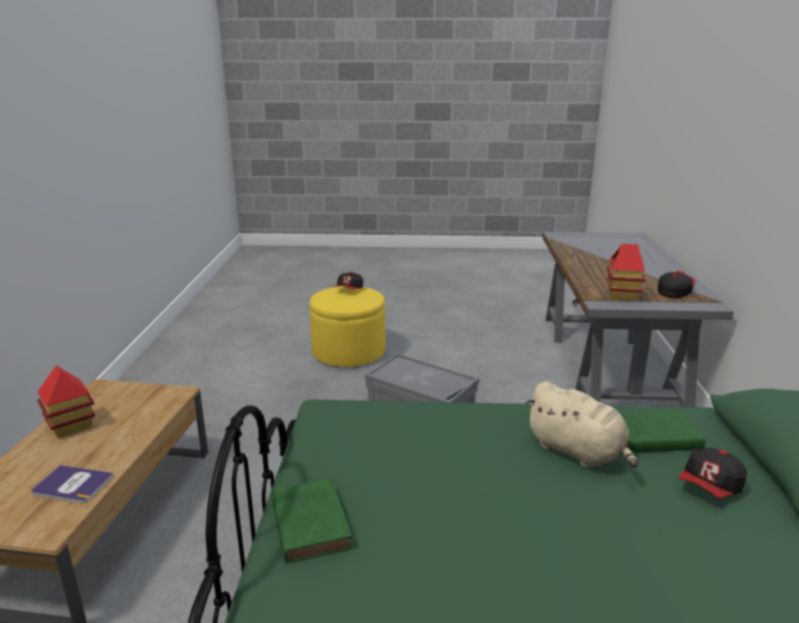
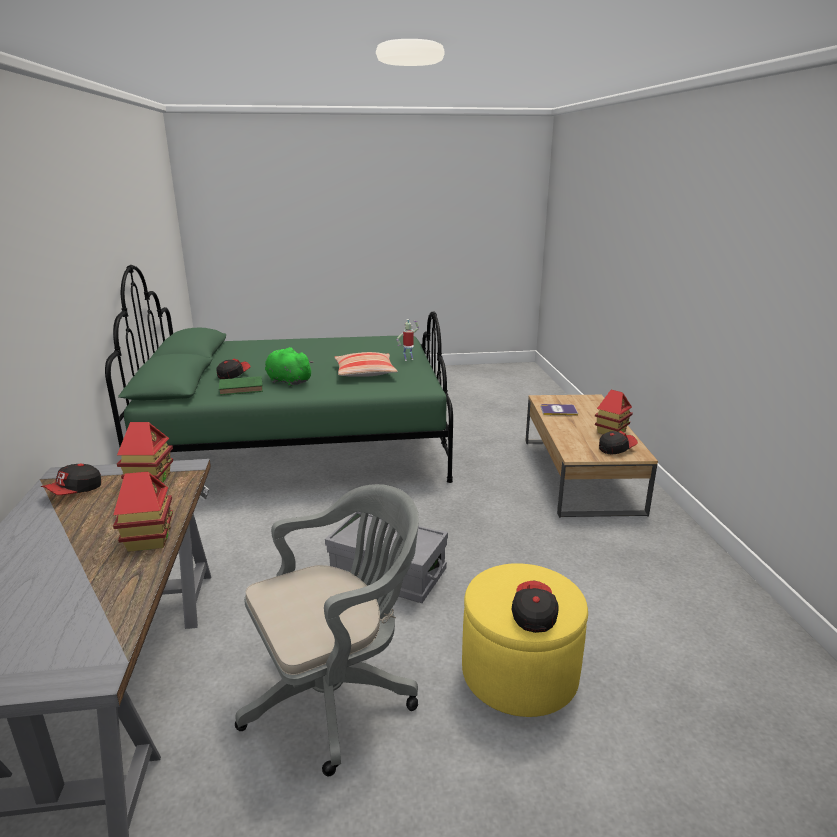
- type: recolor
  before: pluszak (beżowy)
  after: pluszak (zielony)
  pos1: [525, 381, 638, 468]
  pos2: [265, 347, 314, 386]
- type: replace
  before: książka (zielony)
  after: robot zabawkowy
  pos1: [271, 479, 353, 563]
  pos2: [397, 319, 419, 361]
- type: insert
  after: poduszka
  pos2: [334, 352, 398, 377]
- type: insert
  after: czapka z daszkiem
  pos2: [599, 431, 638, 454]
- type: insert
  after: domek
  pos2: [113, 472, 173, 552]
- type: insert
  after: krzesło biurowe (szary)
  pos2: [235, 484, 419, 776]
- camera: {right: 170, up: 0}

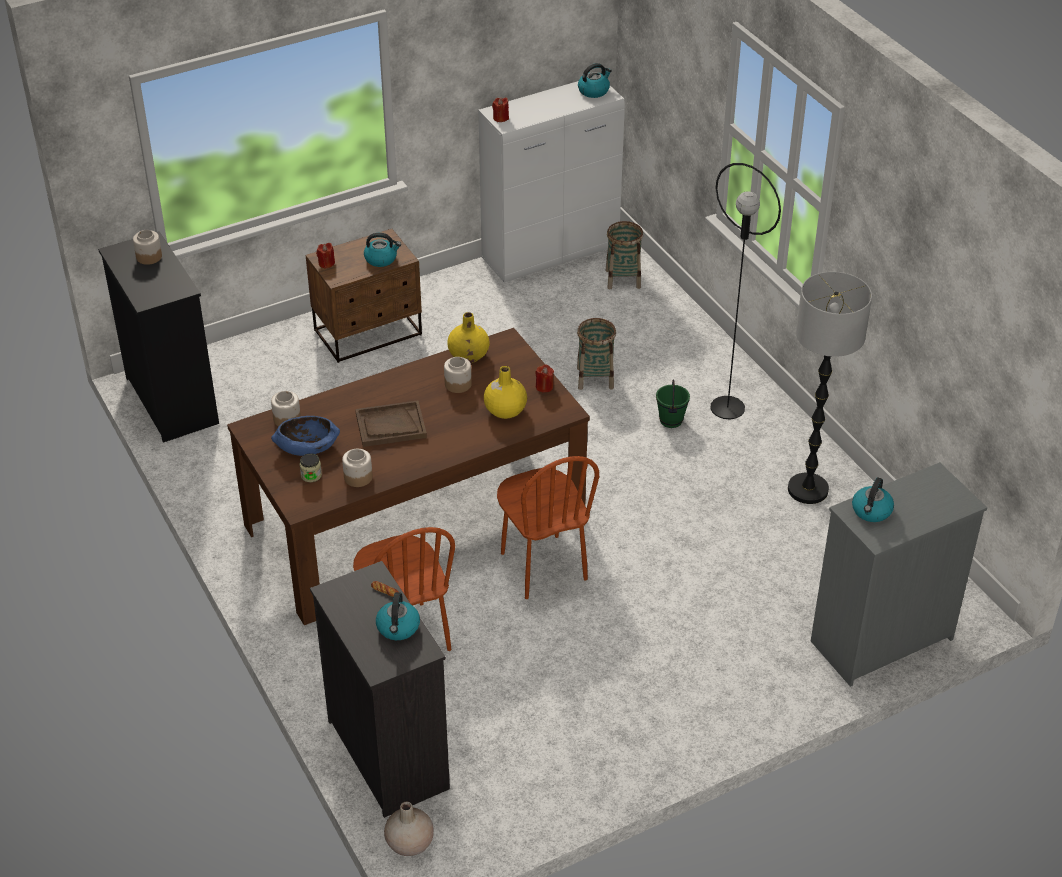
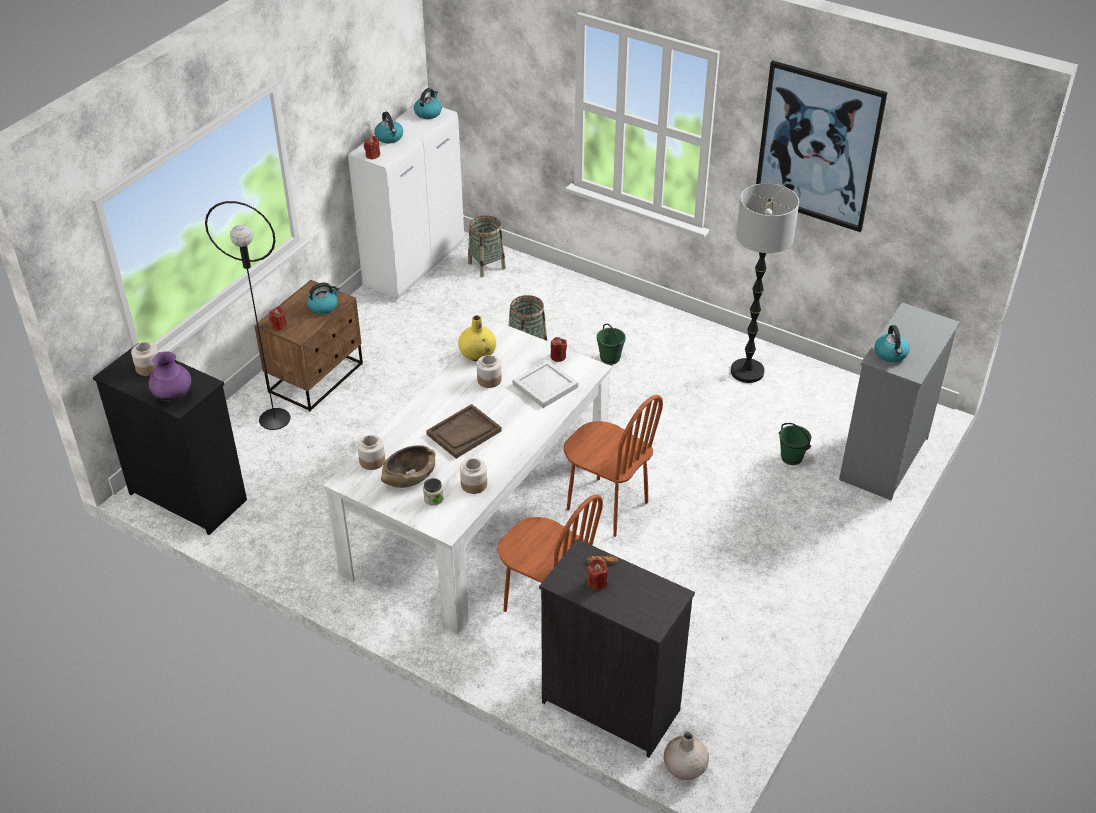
- type: move
  before: lampa stojąca (czarny)
  pos1: [710, 163, 781, 420]
  pos2: [205, 201, 291, 430]
- type: recolor
  before: stół jadalny (brązowy)
  after: stół jadalny (biały)
  pos1: [227, 328, 590, 625]
  pos2: [324, 320, 612, 635]
- type: replace
  before: wazon (żółty)
  after: taca (biały)
  pos1: [484, 366, 527, 419]
  pos2: [513, 360, 578, 408]
- type: recolor
  before: miska (niebieski)
  after: miska (brązowy)
  pos1: [271, 416, 340, 456]
  pos2: [381, 445, 436, 488]
- type: move
  before: czajnik
  pos1: [376, 592, 420, 640]
  pos2: [374, 112, 403, 143]
- type: insert
  after: obraz
  pos2: [756, 60, 888, 232]
- type: insert
  after: wazon (fioletowy)
  pos2: [148, 351, 191, 402]
- type: insert
  after: wiadro (zielony)
  pos2: [779, 423, 811, 465]
- type: insert
  after: świeca (czerwony)
  pos2: [587, 559, 608, 590]
- camera: {right: -30, up: 0}

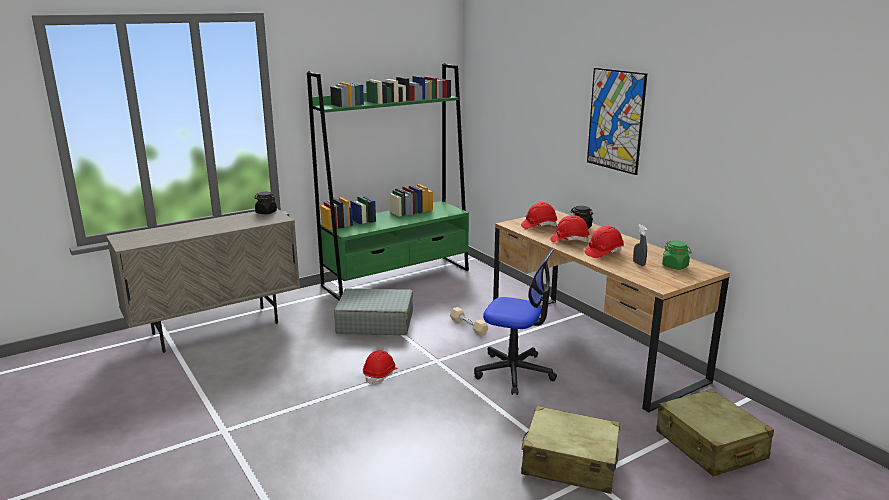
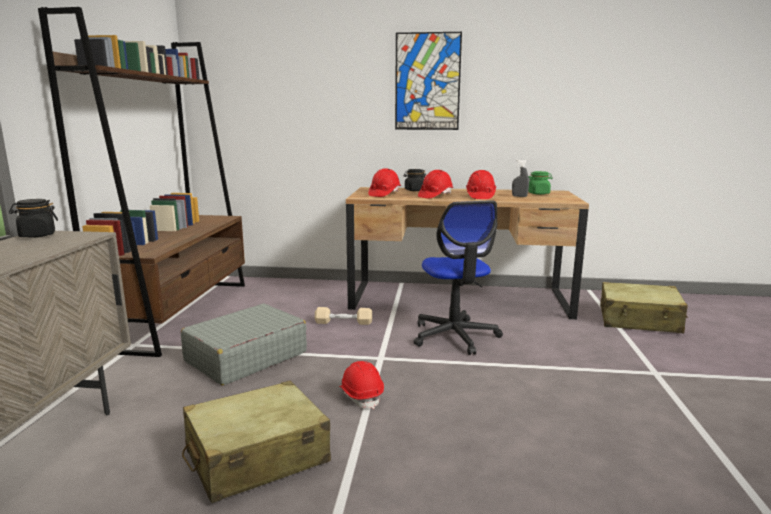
- type: recolor
  before: regał (zielony)
  after: regał (brązowy)
  pos1: [307, 64, 469, 300]
  pos2: [38, 7, 245, 357]
- type: rotate
  before: krzesło biurowe
  pos1: [474, 248, 557, 395]
  pos2: [414, 200, 503, 355]
  turn: 105
- type: move
  before: walizka (beżowy)
  pos1: [521, 406, 620, 494]
  pos2: [182, 381, 331, 503]
- camera: {right: -50, up: -5}

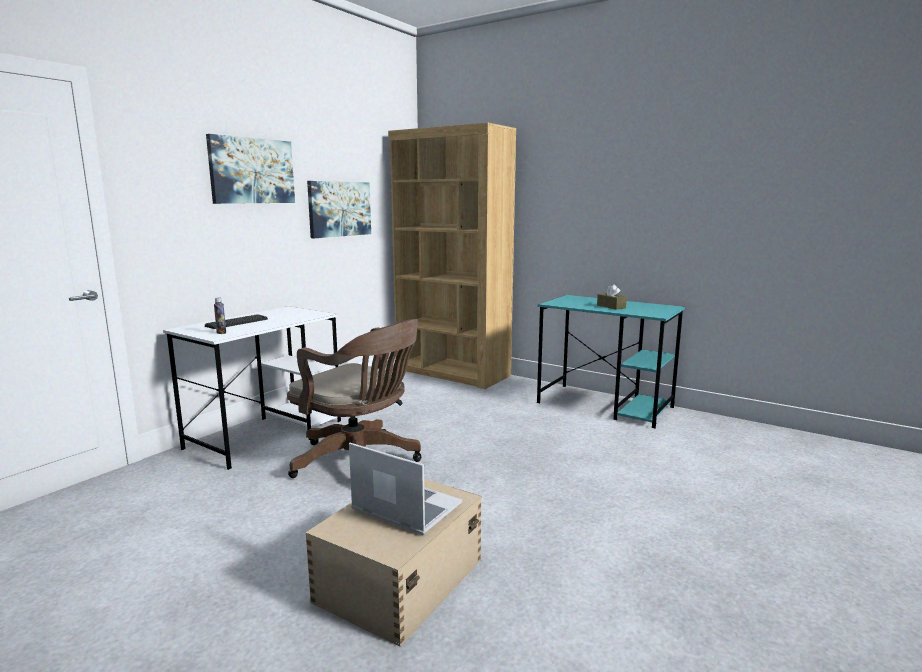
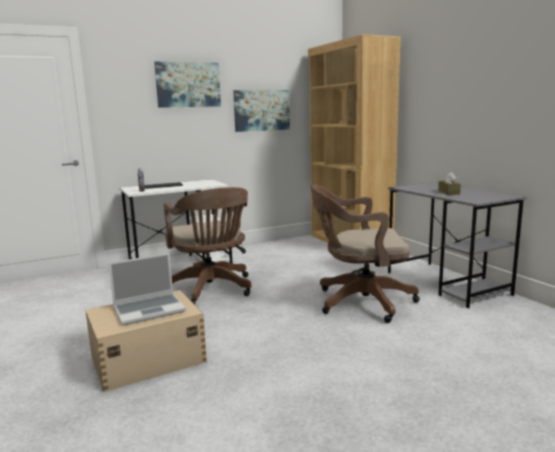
- type: recolor
  before: biurko (turkusowy)
  after: biurko (szary)
  pos1: [537, 295, 685, 428]
  pos2: [388, 182, 527, 309]
- type: rotate
  before: laptop
  pos1: [349, 443, 462, 535]
  pos2: [108, 253, 186, 325]
  turn: 90
- type: insert
  after: krzesło biurowe (brązowy)
  pos2: [310, 185, 420, 323]
- camera: {right: 30, up: 0}

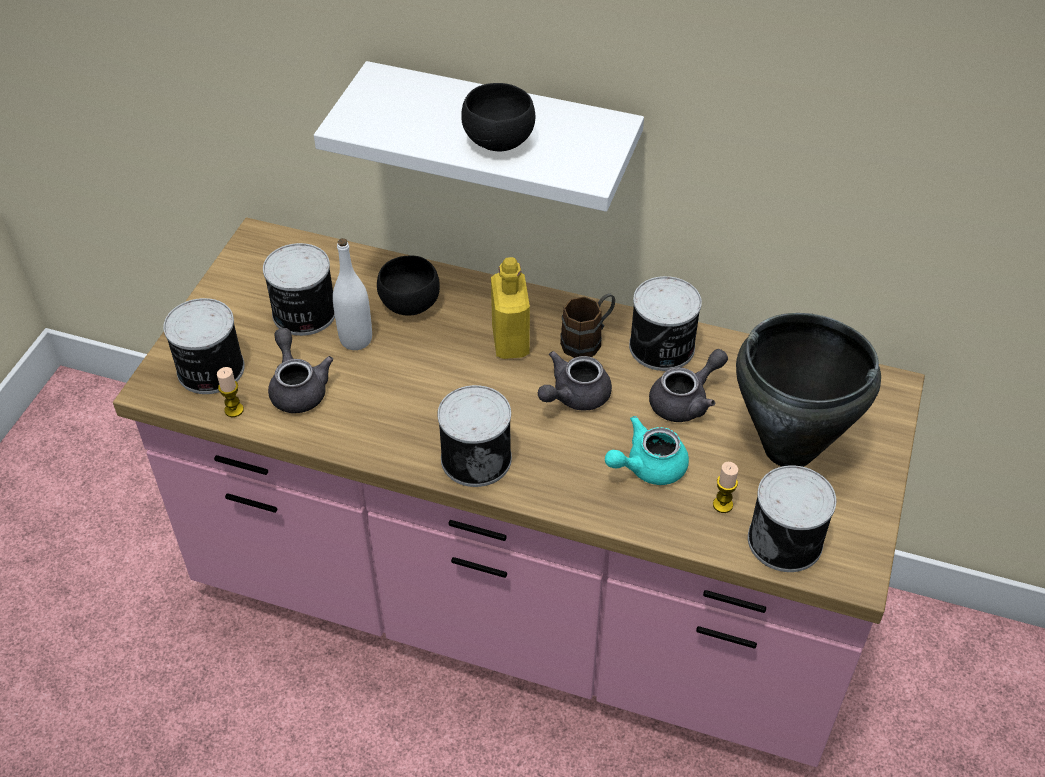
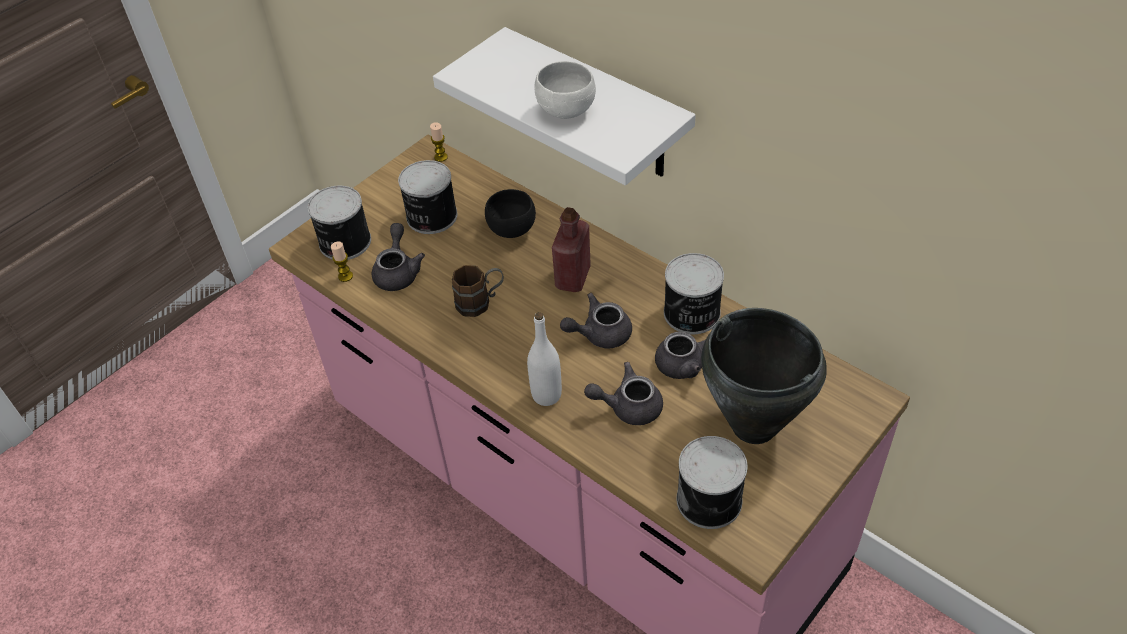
- type: recolor
  before: miska (czarny)
  after: miska (biały)
  pos1: [461, 83, 535, 151]
  pos2: [534, 61, 596, 119]
- type: move
  before: butelka (biały)
  pos1: [333, 238, 372, 350]
  pos2: [527, 312, 562, 406]
- type: recolor
  before: butelka (żółty)
  after: butelka (czerwony)
  pos1: [491, 257, 530, 359]
  pos2: [552, 207, 591, 292]
- type: move
  before: kubek (brązowy)
  pos1: [560, 293, 615, 358]
  pos2: [452, 265, 504, 317]
- type: delete
  before: puszka
  pos1: [437, 385, 512, 487]
- type: recolor
  before: imbryk (turkusowy)
  after: imbryk (szary)
  pos1: [605, 416, 689, 485]
  pos2: [584, 362, 663, 425]
- type: move
  before: świeca
  pos1: [713, 462, 738, 513]
  pos2: [430, 122, 448, 162]
- camera: {right: 25, up: 0}

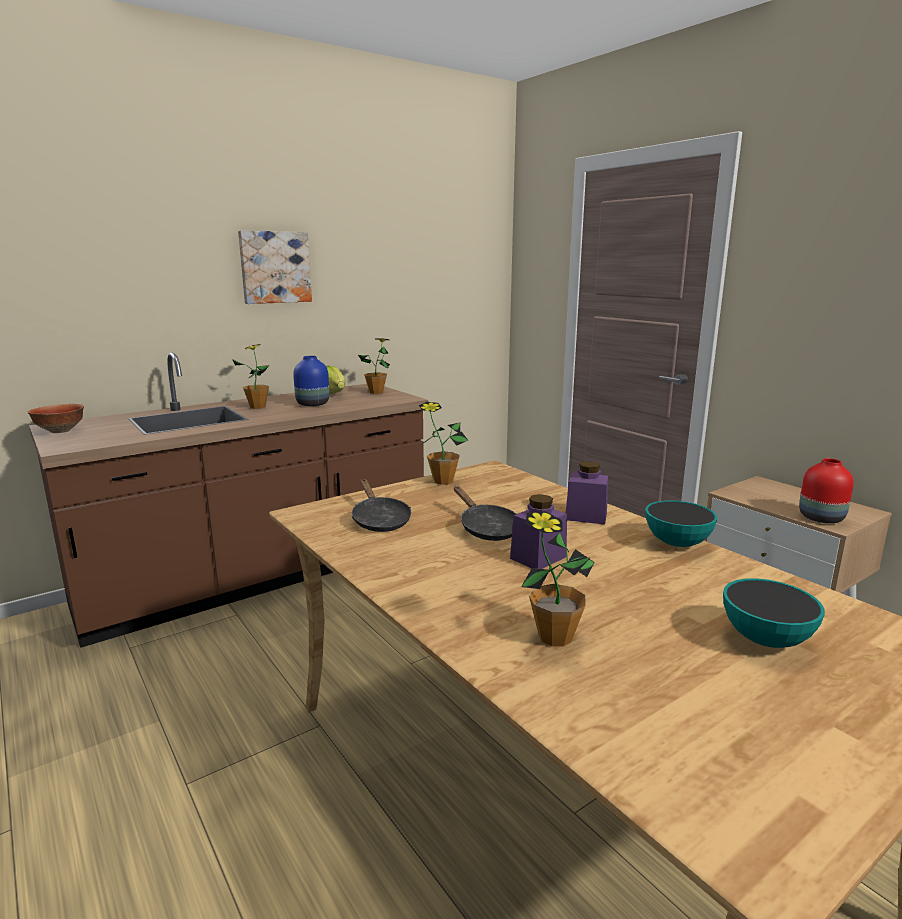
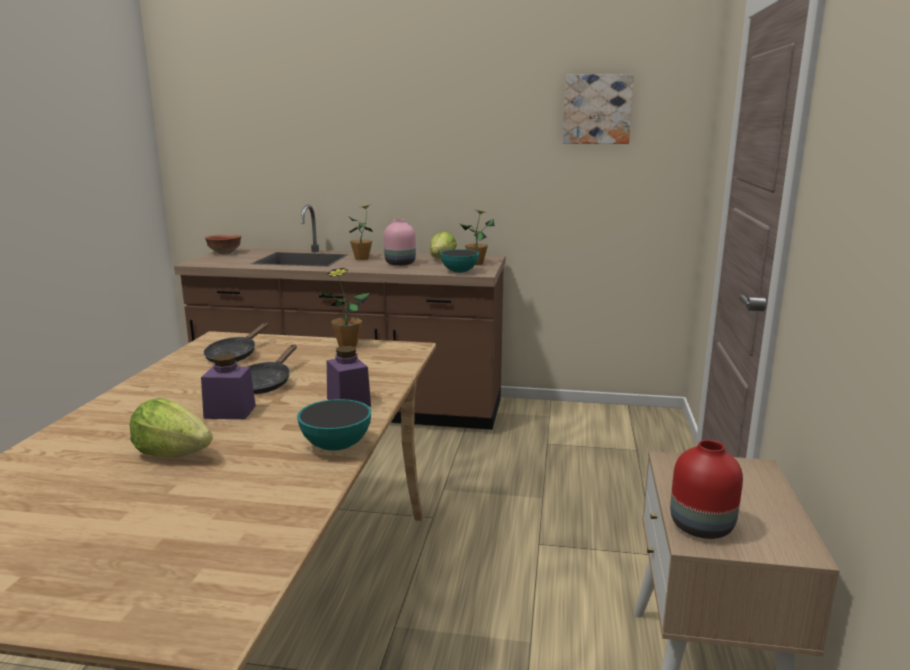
- type: move
  before: obraz
  pos1: [238, 230, 312, 304]
  pos2: [563, 74, 634, 144]
- type: recolor
  before: wazon (niebieski)
  after: wazon (różowy)
  pos1: [293, 356, 329, 406]
  pos2: [384, 219, 416, 266]
- type: delete
  before: roślina doniczkowa
  pos1: [521, 511, 595, 647]
- type: move
  before: miska
  pos1: [723, 578, 825, 648]
  pos2: [440, 249, 479, 273]
- type: insert
  after: sałata
  pos2: [129, 398, 213, 458]
- camera: {right: 45, up: 0}

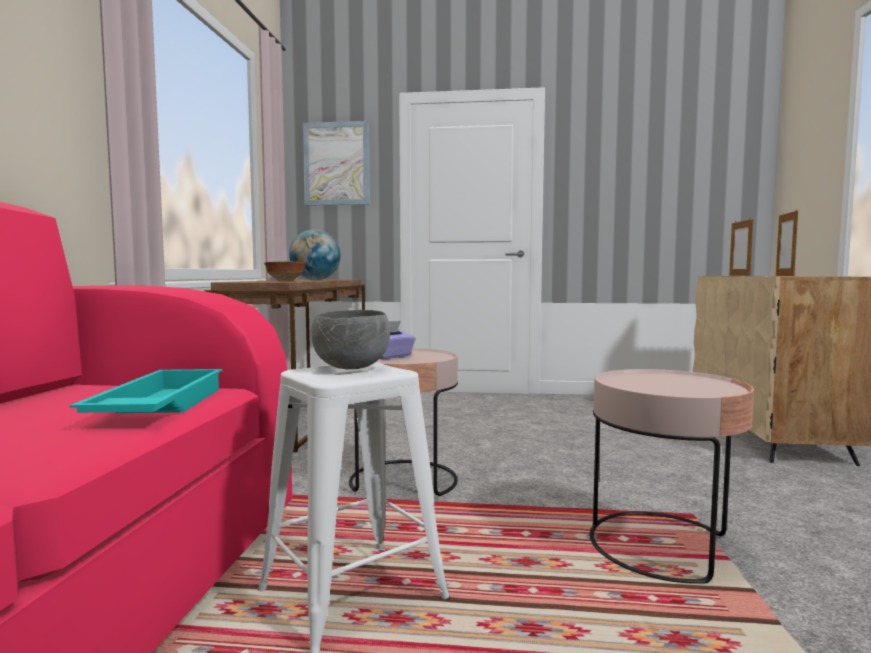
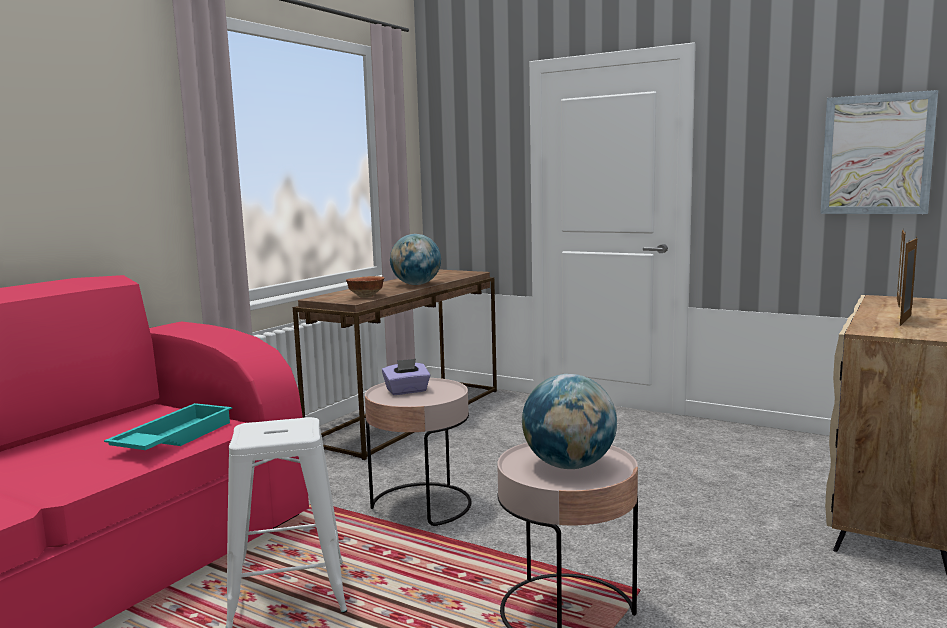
- type: move
  before: obraz
  pos1: [303, 121, 370, 206]
  pos2: [820, 90, 938, 214]
- type: delete
  before: miska (szary)
  pos1: [311, 310, 390, 369]
- type: insert
  after: globus
  pos2: [522, 374, 617, 469]
- camera: {right: 25, up: 5}

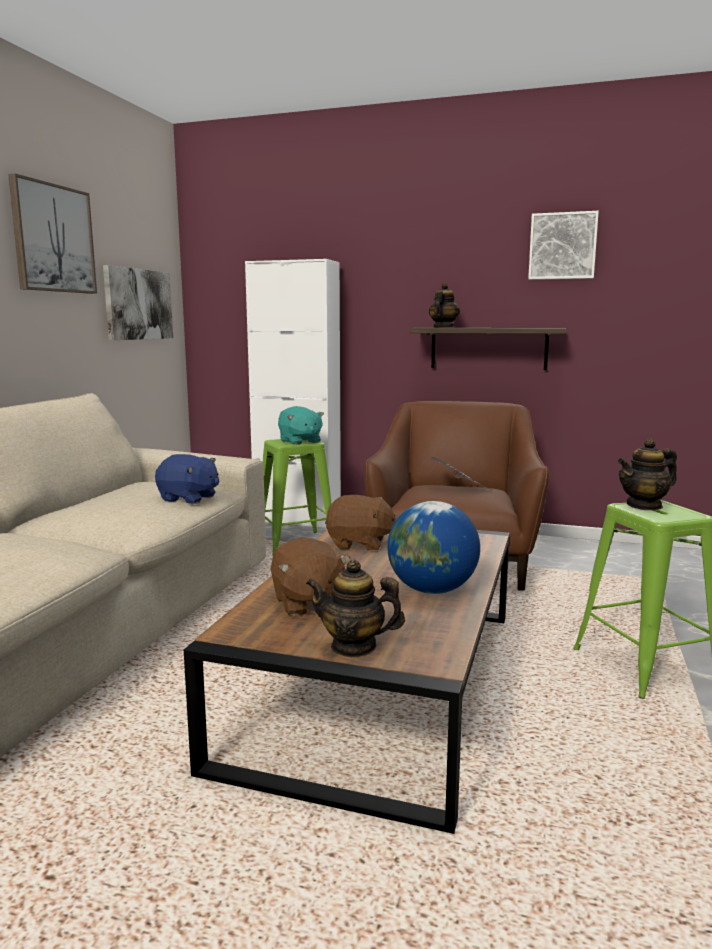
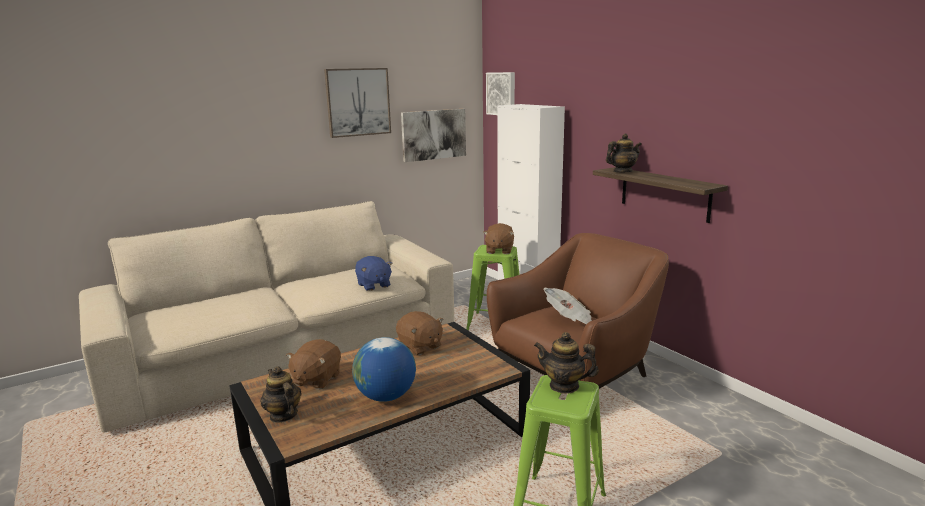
- type: move
  before: obraz
  pos1: [528, 211, 599, 280]
  pos2: [486, 72, 515, 115]
- type: recolor
  before: pluszak (turkusowy)
  after: pluszak (brązowy)
  pos1: [278, 406, 324, 445]
  pos2: [483, 223, 514, 254]
- camera: {right: 40, up: 5}

